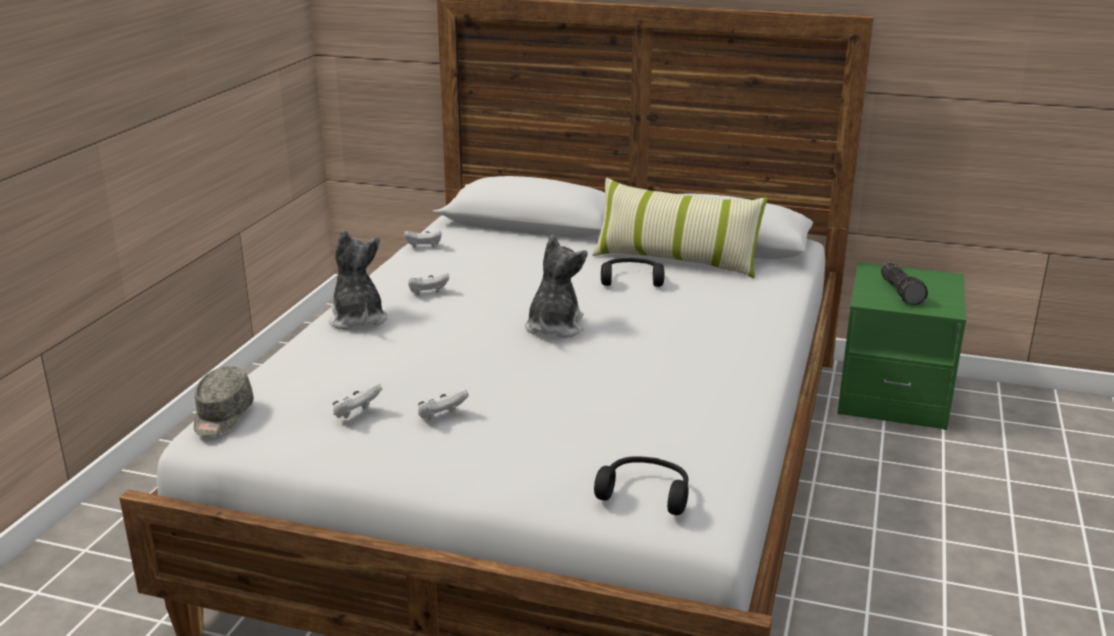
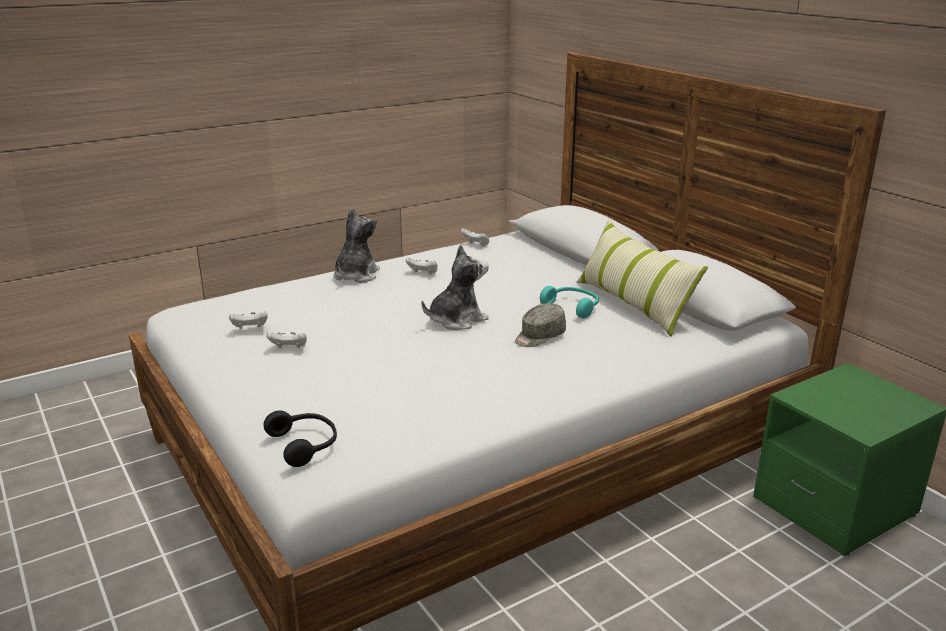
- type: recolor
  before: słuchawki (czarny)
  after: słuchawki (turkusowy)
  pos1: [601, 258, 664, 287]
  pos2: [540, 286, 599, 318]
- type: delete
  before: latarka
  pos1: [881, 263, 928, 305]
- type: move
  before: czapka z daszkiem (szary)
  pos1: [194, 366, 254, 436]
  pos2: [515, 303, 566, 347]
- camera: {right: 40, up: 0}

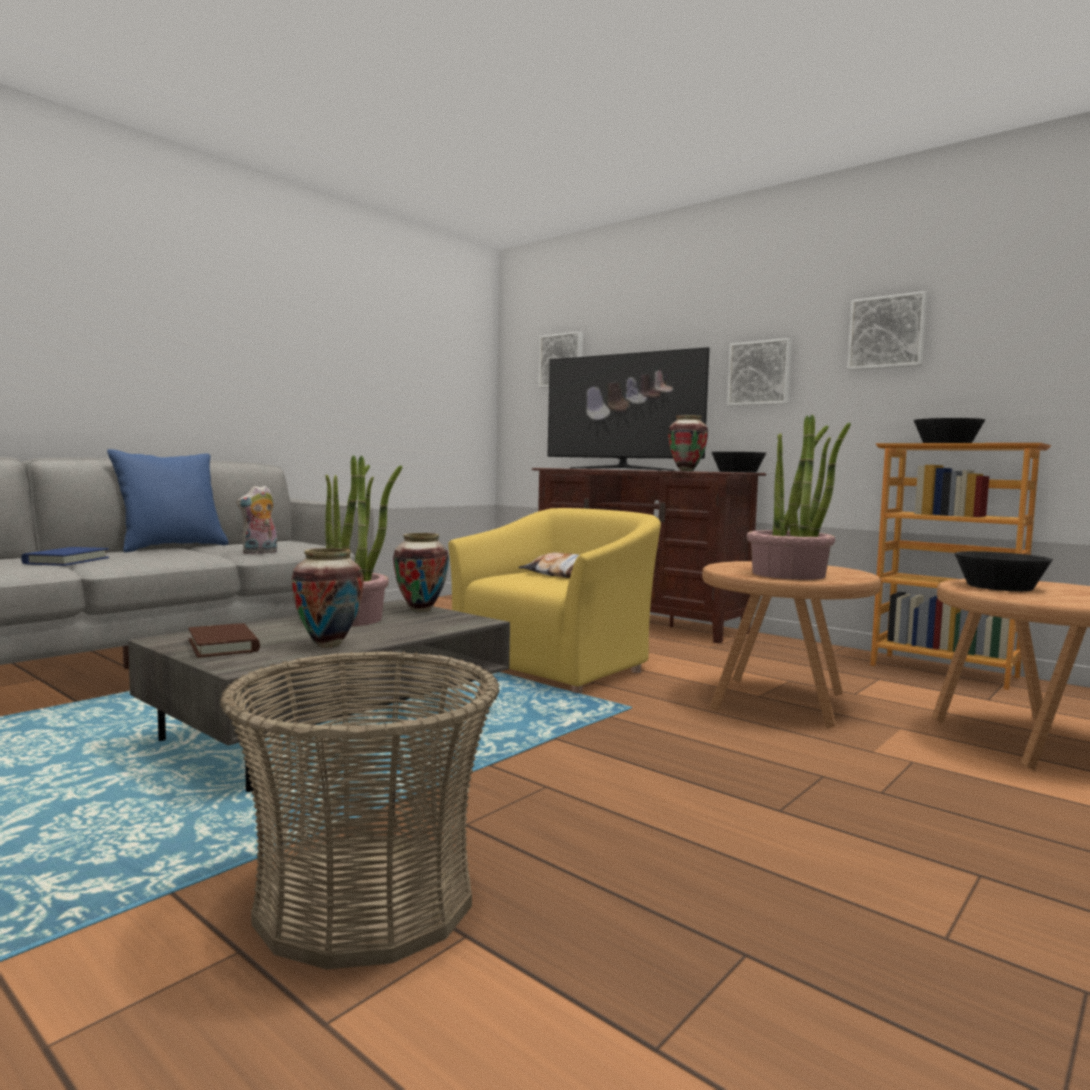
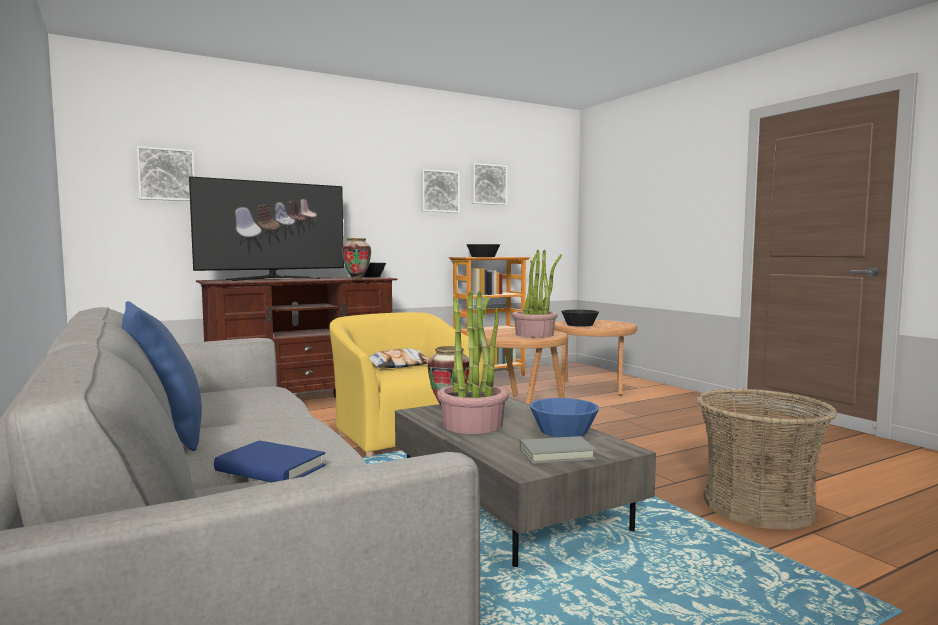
- type: move
  before: obraz
  pos1: [727, 338, 792, 406]
  pos2: [471, 163, 507, 205]
- type: delete
  before: pluszak
  pos1: [236, 485, 277, 554]
- type: replace
  before: wazon
  after: miska (niebieski)
  pos1: [291, 548, 364, 648]
  pos2: [530, 398, 599, 437]
- type: recolor
  before: książka (brązowy)
  after: książka (szary)
  pos1: [188, 623, 260, 658]
  pos2: [520, 436, 597, 464]
- camera: {right: -70, up: 0}

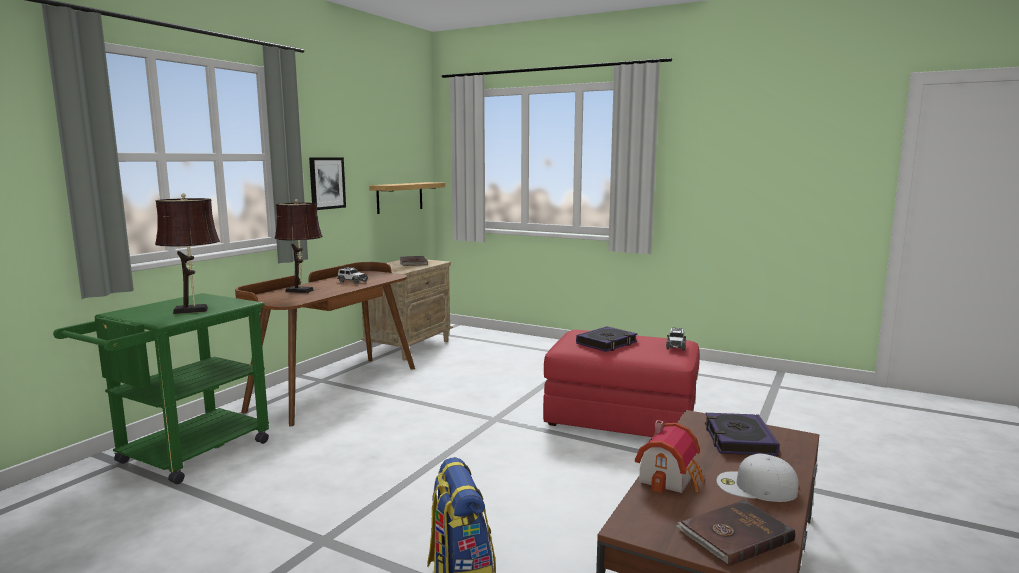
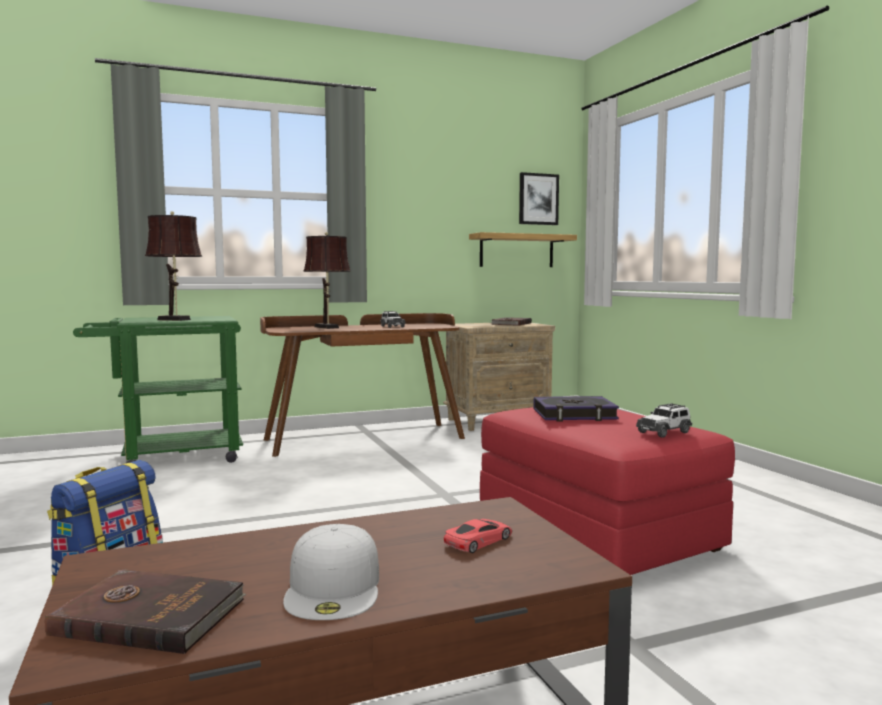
- type: move
  before: obraz
  pos1: [309, 157, 346, 210]
  pos2: [519, 172, 559, 225]
- type: replace
  before: książka
  after: samochodzik (czerwony)
  pos1: [705, 413, 779, 456]
  pos2: [444, 519, 512, 553]
- type: delete
  before: domek
  pos1: [635, 420, 704, 494]
- type: rotate
  before: czapka z daszkiem (biały)
  pos1: [716, 453, 798, 502]
  pos2: [283, 524, 379, 620]
  turn: -150
- camera: {right: 40, up: -5}

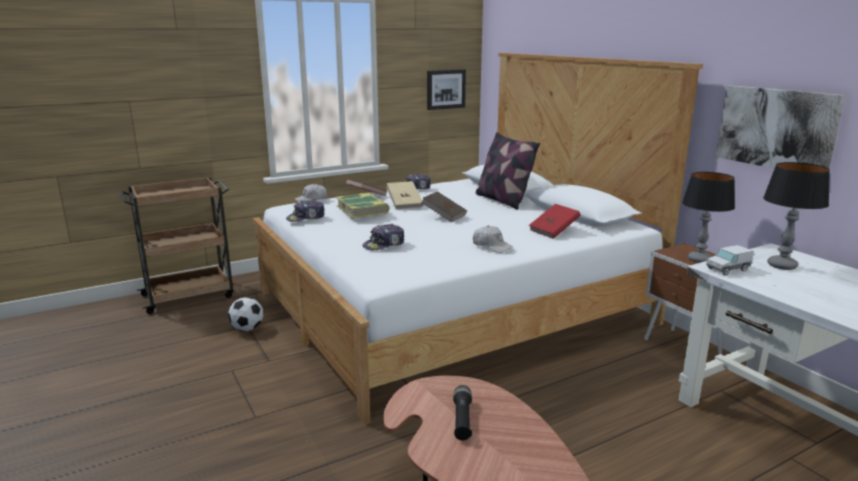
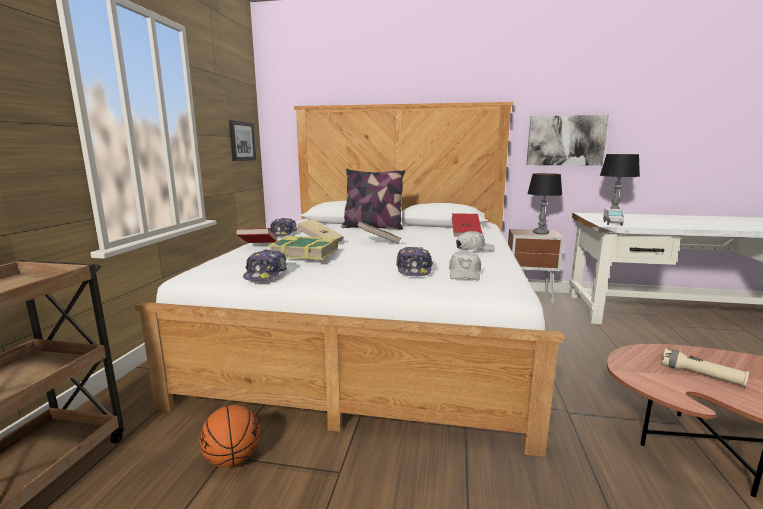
- type: move
  before: czapka z daszkiem (biały)
  pos1: [294, 183, 327, 202]
  pos2: [449, 250, 481, 280]
- type: replace
  before: piłka futbolowa
  after: piłka do koszykówki
  pos1: [228, 297, 263, 331]
  pos2: [199, 405, 260, 467]
- type: recolor
  before: latarka (czarny)
  after: latarka (beżowy)
  pos1: [453, 385, 472, 441]
  pos2: [662, 348, 749, 387]
- camera: {right: -50, up: -5}

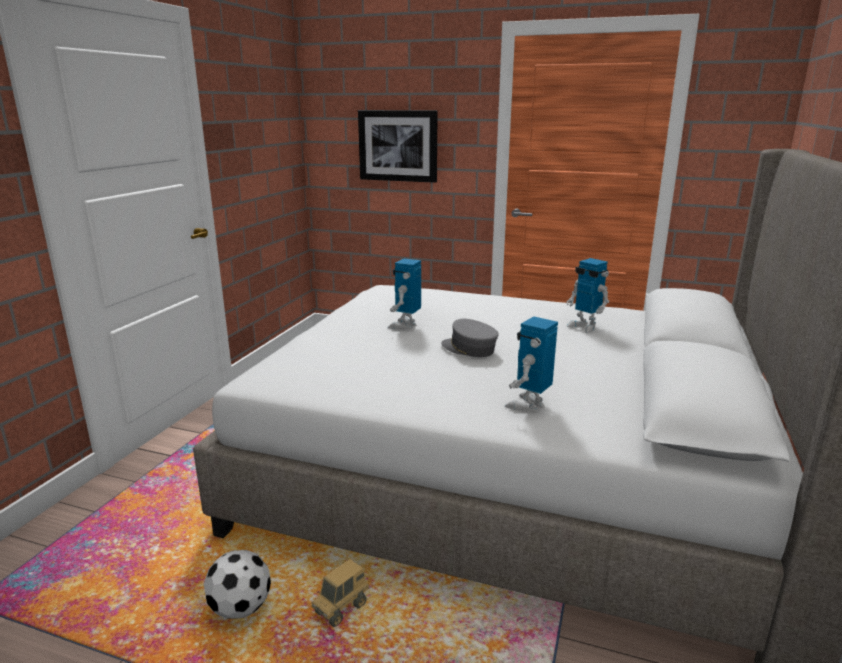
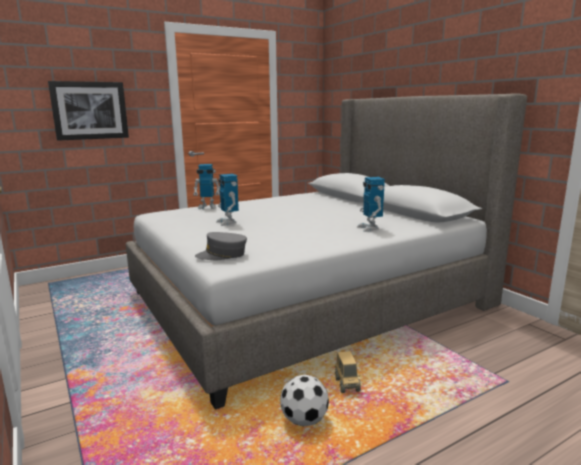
- type: move
  before: robot zabawkowy
  pos1: [567, 258, 609, 333]
  pos2: [193, 164, 220, 209]
- type: move
  before: czapka z daszkiem (szary)
  pos1: [441, 319, 499, 357]
  pos2: [195, 232, 247, 260]
- camera: {right: -50, up: -5}

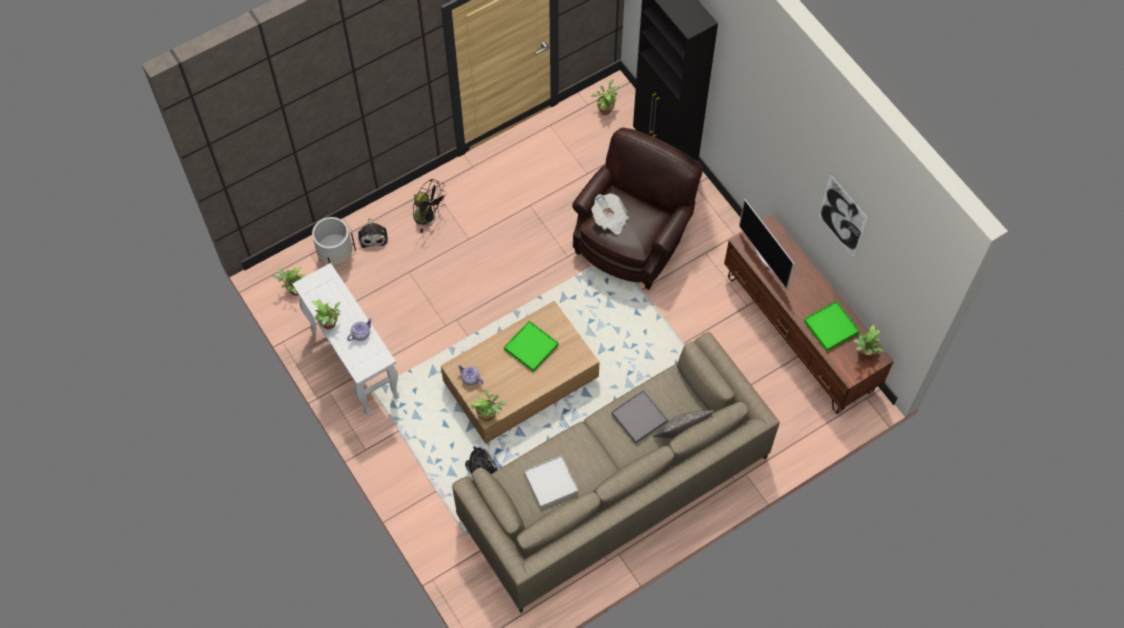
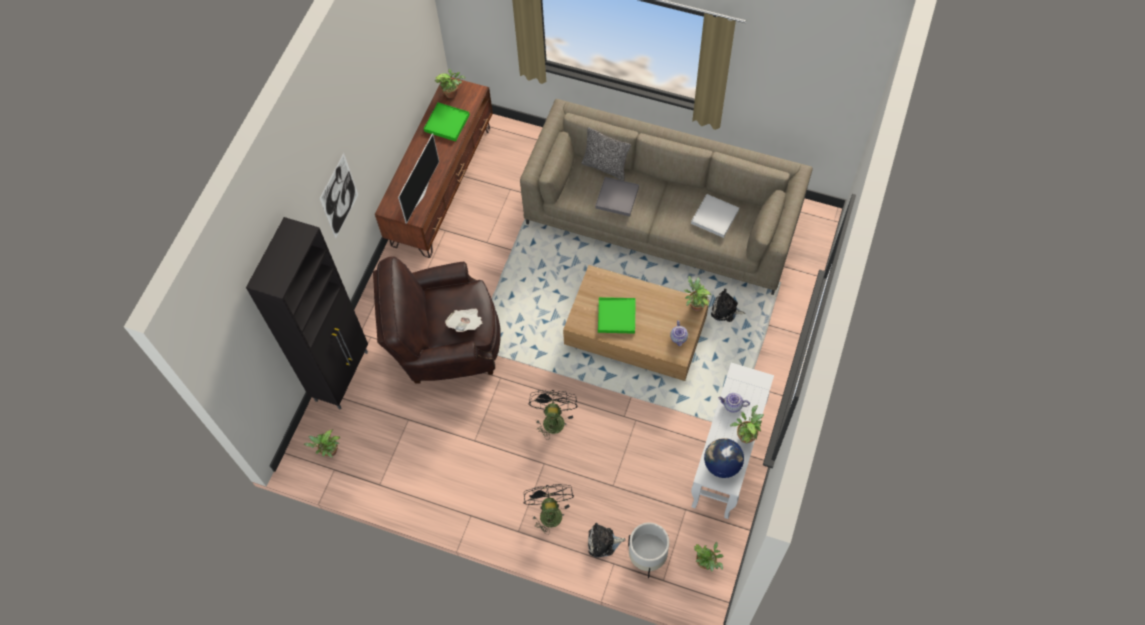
- type: move
  before: obraz
  pos1: [819, 174, 868, 257]
  pos2: [319, 153, 358, 239]
- type: rotate
  before: pluszak
  pos1: [358, 218, 388, 248]
  pos2: [588, 523, 626, 558]
  turn: -135
- type: insert
  after: wentylator (czarny)
  pos2: [529, 390, 577, 440]
- type: insert
  after: globus
  pos2: [704, 438, 744, 478]
- camera: {right: -125, up: 0}

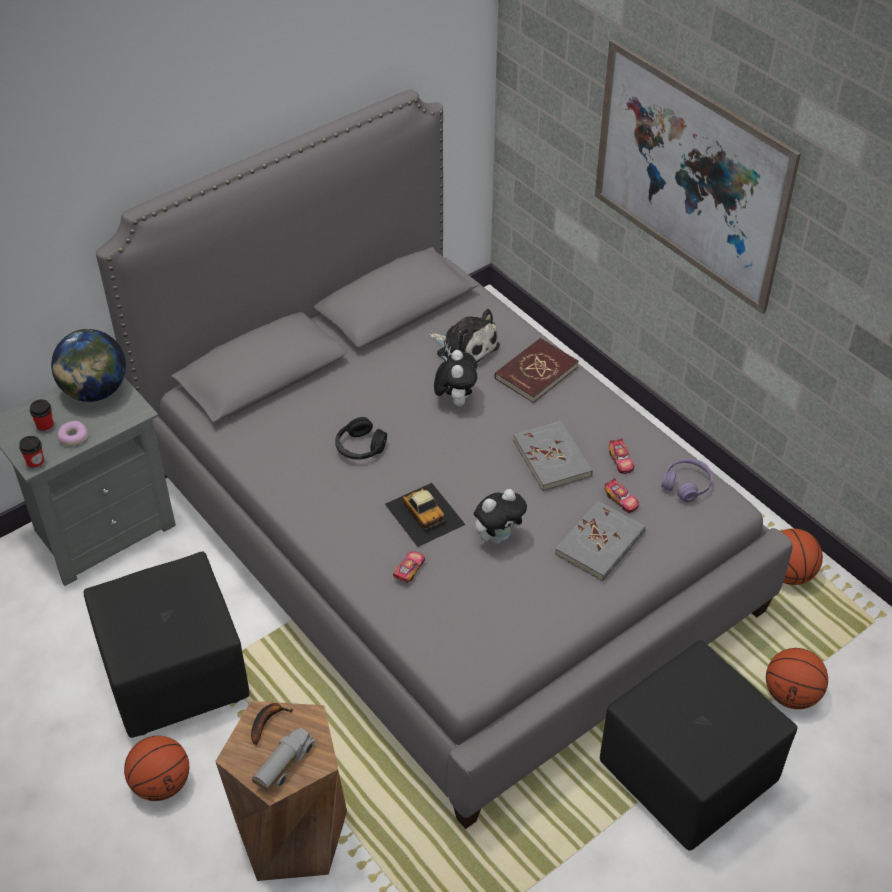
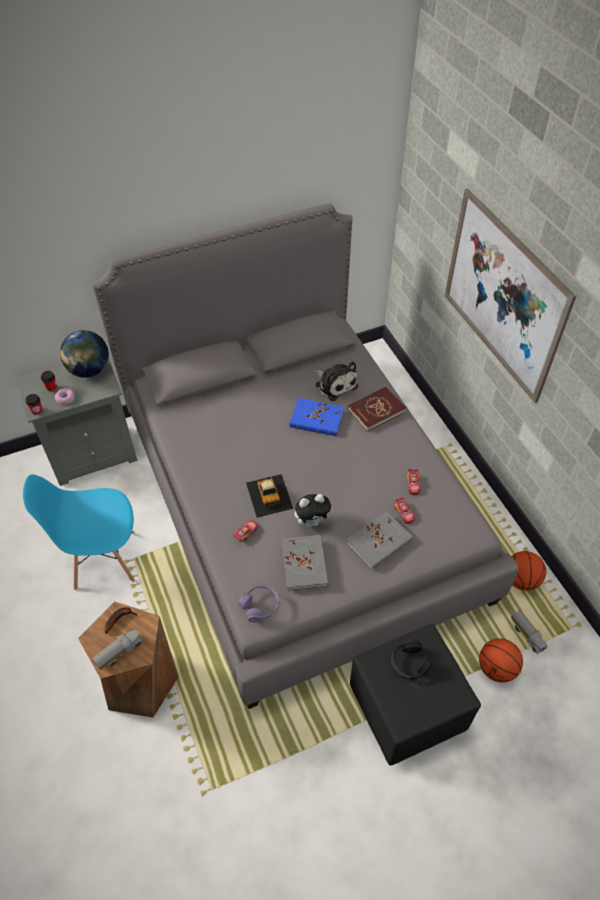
- type: replace
  before: pluszak
  after: książka (niebieski)
  pos1: [434, 350, 477, 406]
  pos2: [290, 398, 344, 436]
- type: move
  before: słuchawki (czarny)
  pos1: [335, 417, 387, 460]
  pos2: [391, 640, 432, 679]
- type: move
  before: książka (szary)
  pos1: [513, 421, 593, 491]
  pos2: [282, 535, 329, 591]
- type: move
  before: słuchawki (fioletowy)
  pos1: [661, 458, 713, 503]
  pos2: [238, 585, 279, 622]
- type: replace
  before: pufa (czarny)
  after: krzesło (niebieski)
  pos1: [83, 551, 250, 738]
  pos2: [23, 474, 135, 590]
- type: delete
  before: piłka do koszykówki
  pos1: [124, 736, 189, 801]
- type: insert
  after: ciężarówka zabawkowa
  pos2: [511, 610, 548, 654]
- camera: {right: 15, up: 5}

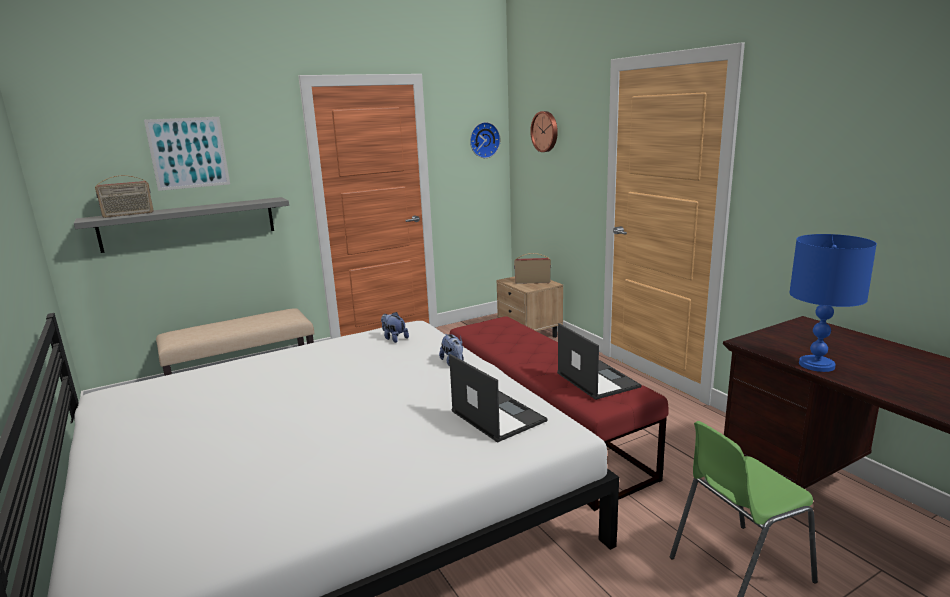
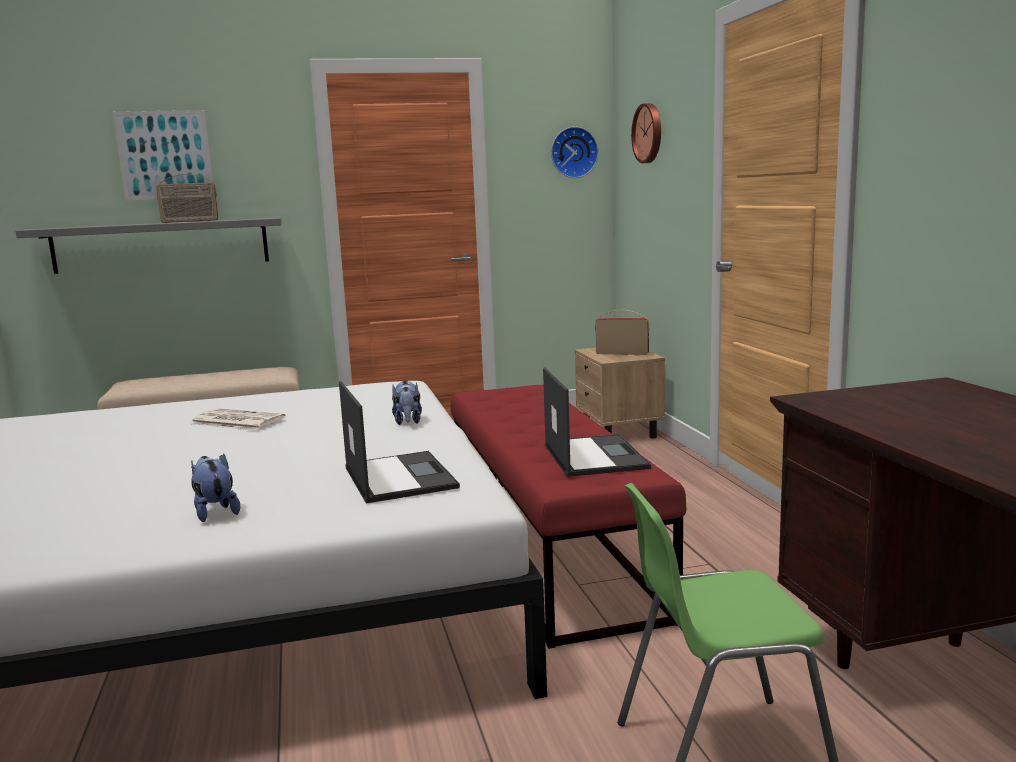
- type: move
  before: radio
  pos1: [95, 175, 154, 218]
  pos2: [156, 174, 218, 223]
- type: delete
  before: lampa stołowa (niebieski)
  pos1: [789, 234, 877, 372]
- type: move
  before: pluszak
  pos1: [381, 312, 409, 343]
  pos2: [191, 454, 240, 522]
- type: insert
  after: gazeta
  pos2: [190, 408, 286, 430]
- camera: {right: 15, up: -5}

